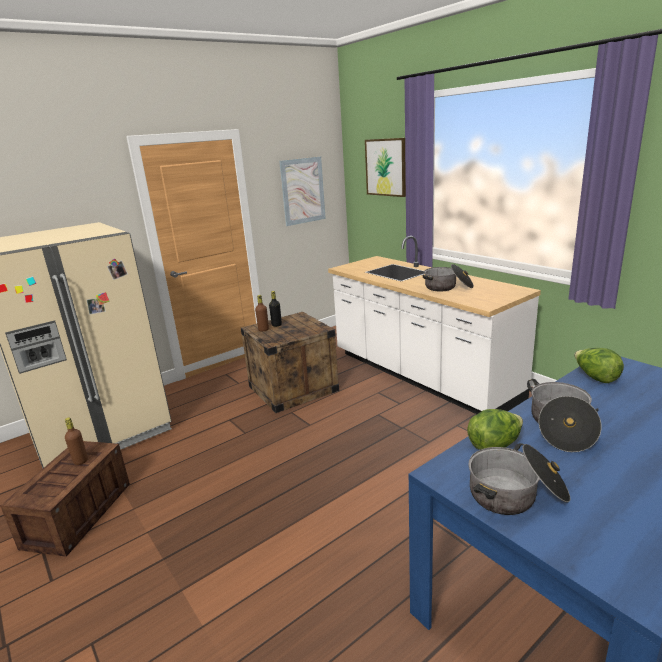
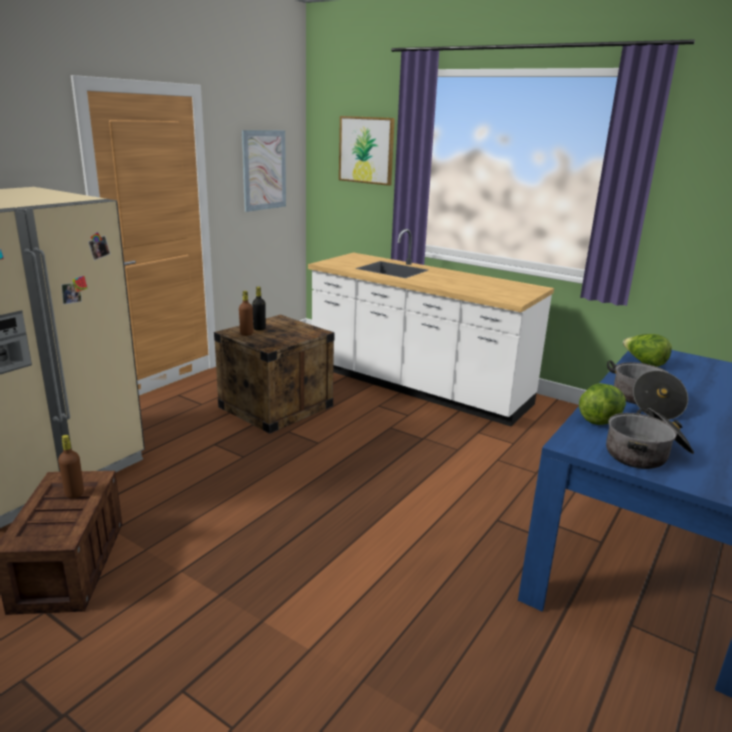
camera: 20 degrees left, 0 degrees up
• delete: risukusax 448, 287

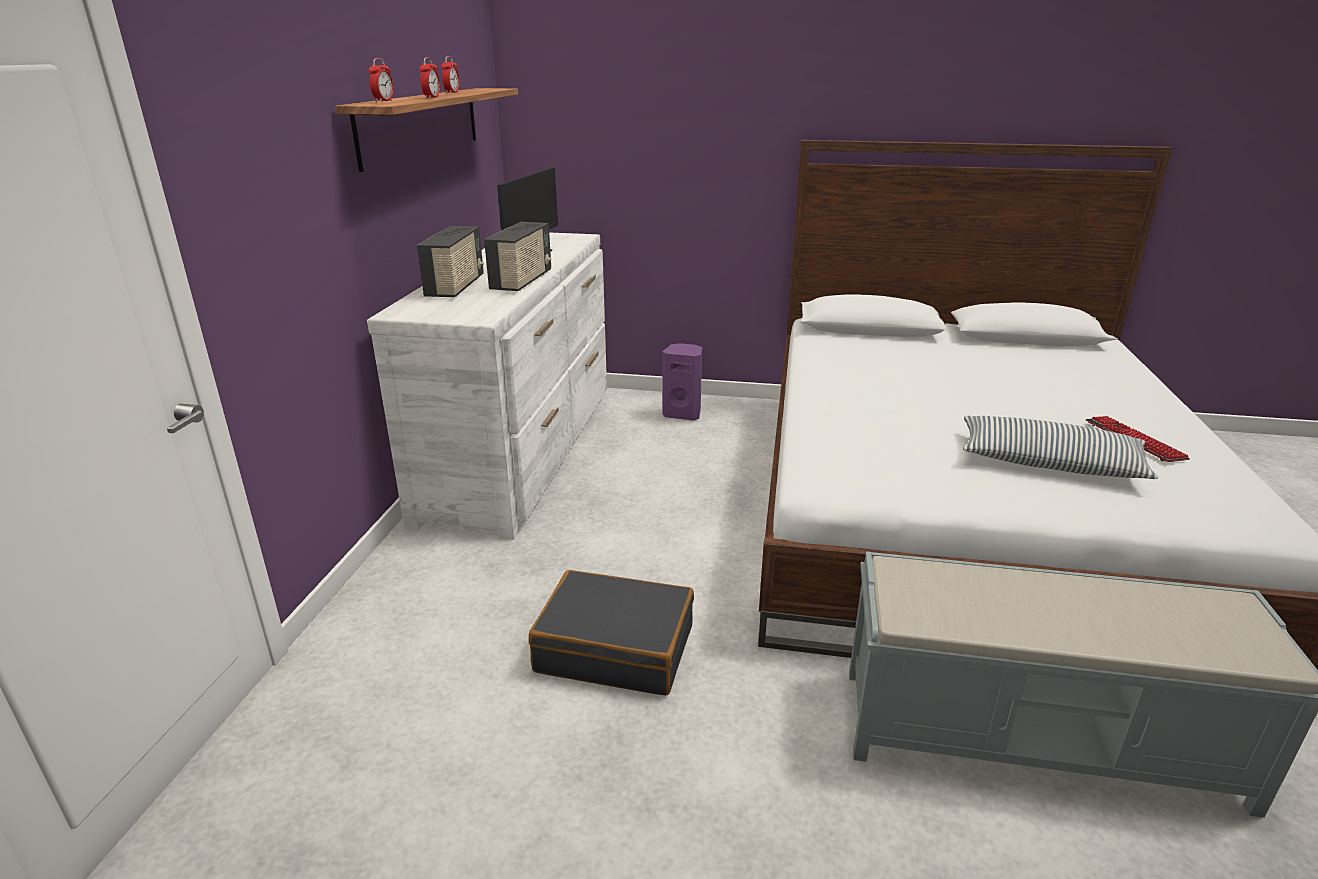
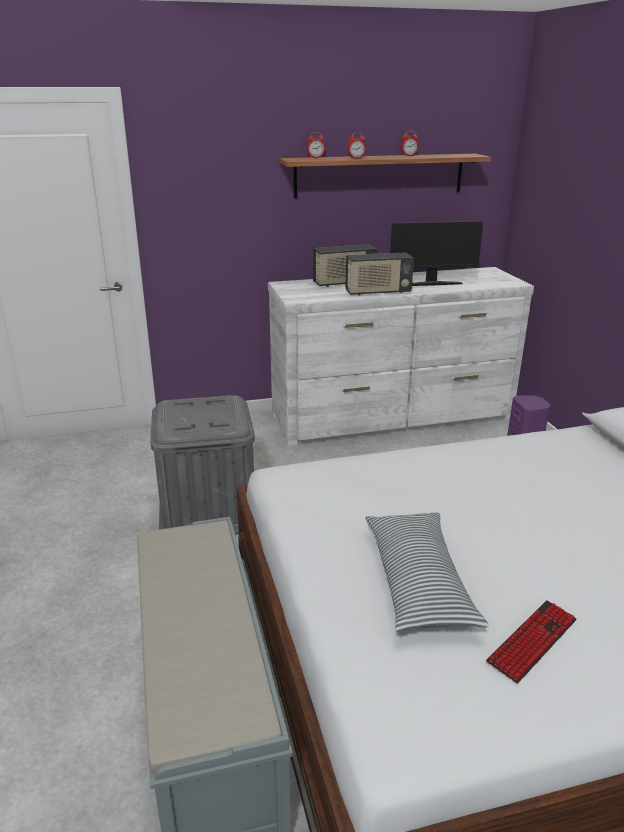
camera: 65 degrees right, 0 degrees up
• replace: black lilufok 615, 648 to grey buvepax 208, 509

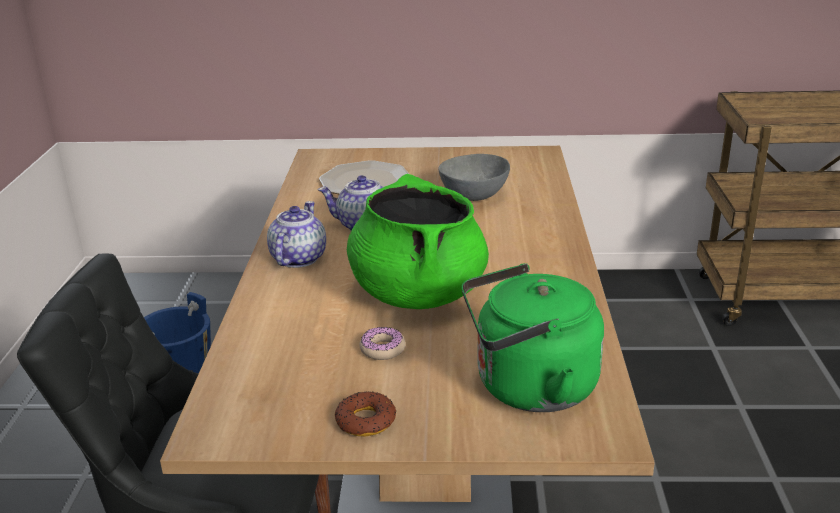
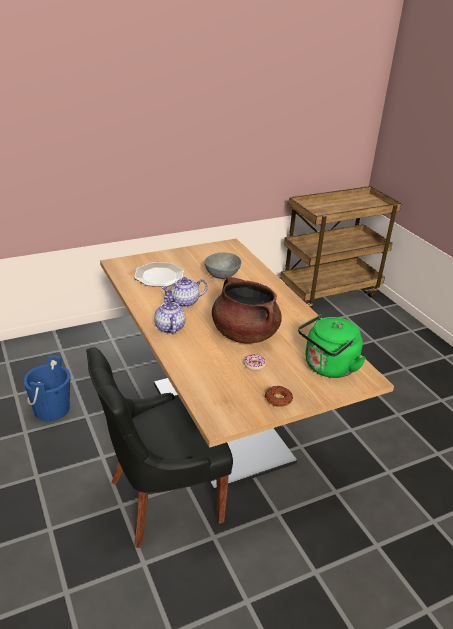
camera: 30 degrees left, 5 degrees up
• recolor: green risukusax 418, 293 to brown risukusax 244, 334

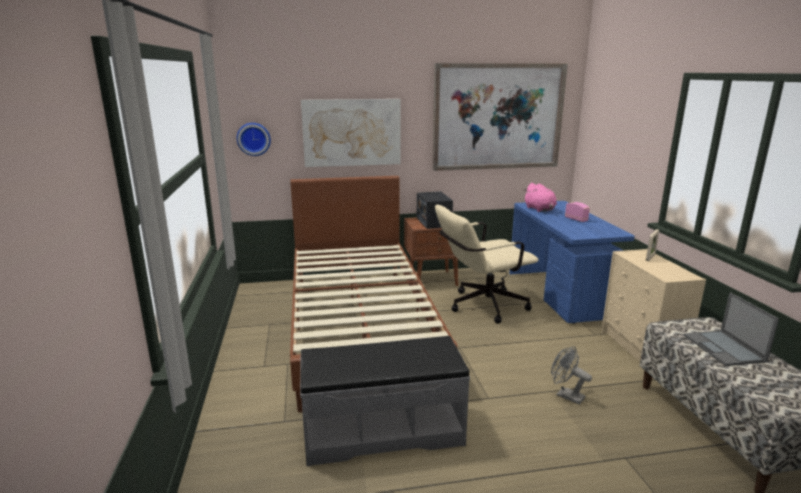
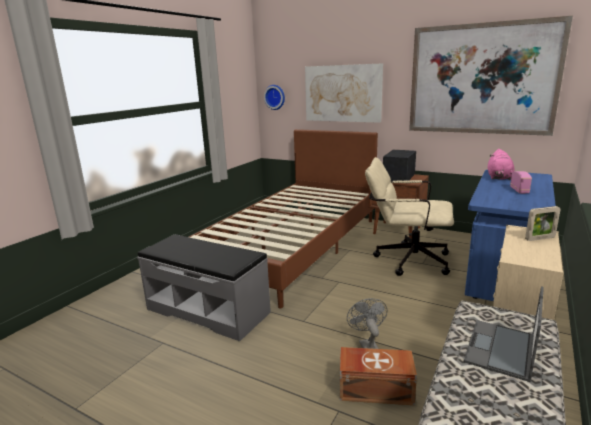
camera: 40 degrees right, 0 degrees up
• insert: brown buvepax 374, 388

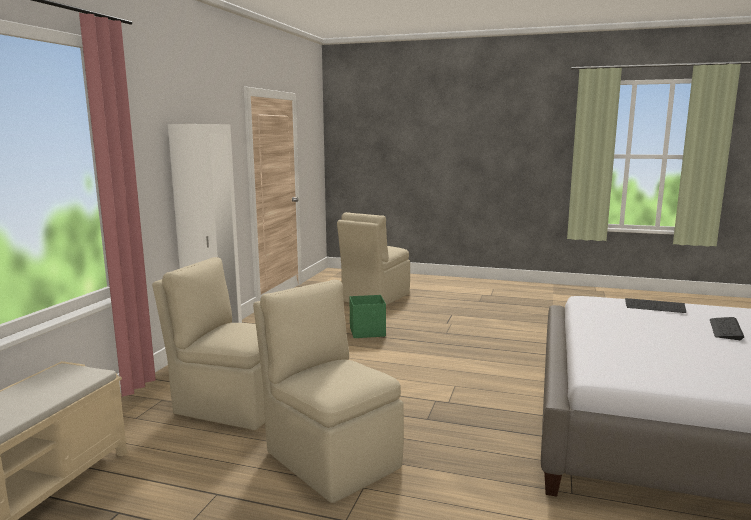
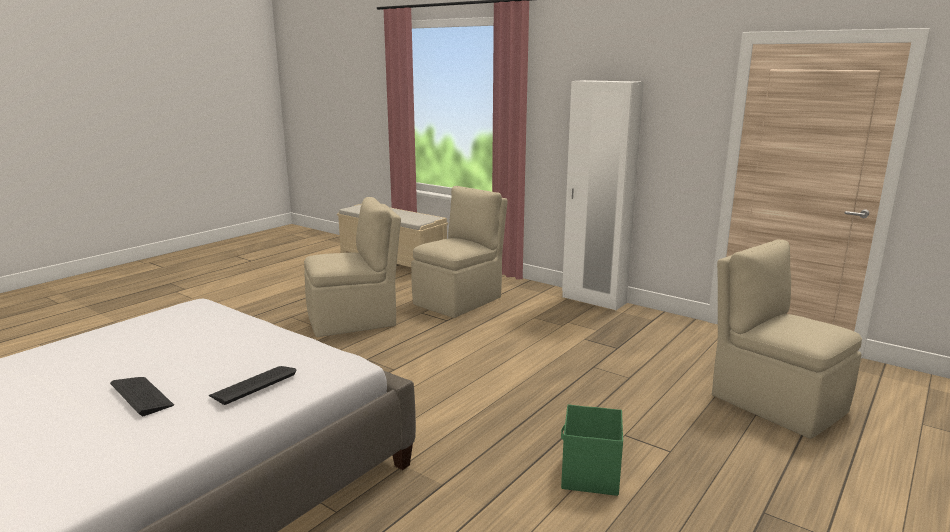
camera: 110 degrees right, 5 degrees up
• move: green buvepax 368, 332 to 589, 475

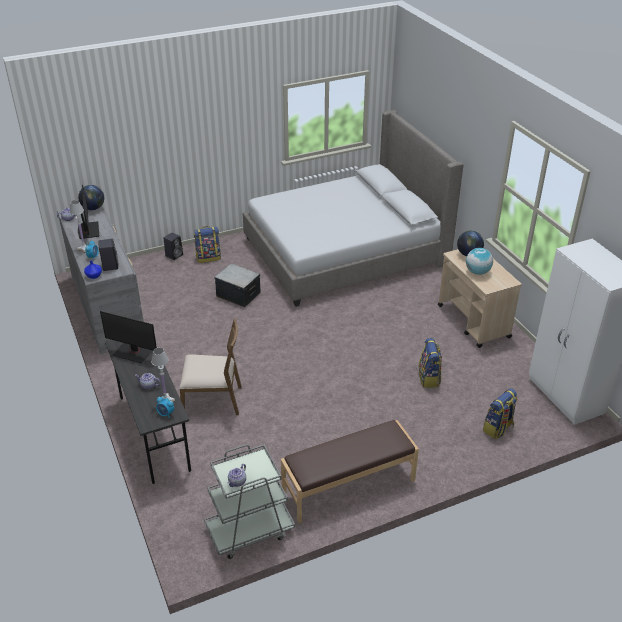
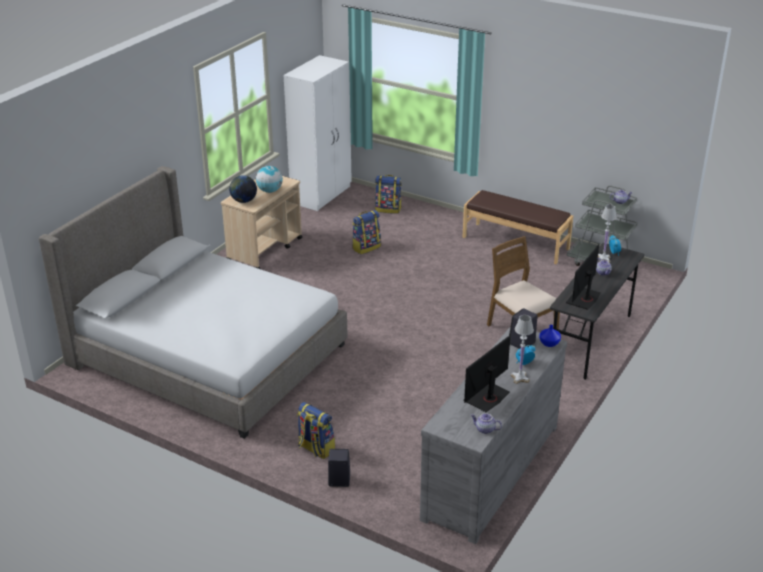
camera: 125 degrees left, 5 degrees down
• delete: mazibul 93, 208
• delete: buvepax 238, 294
• rotate: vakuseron 133, 352 = 584, 298 135 degrees counterclockwise

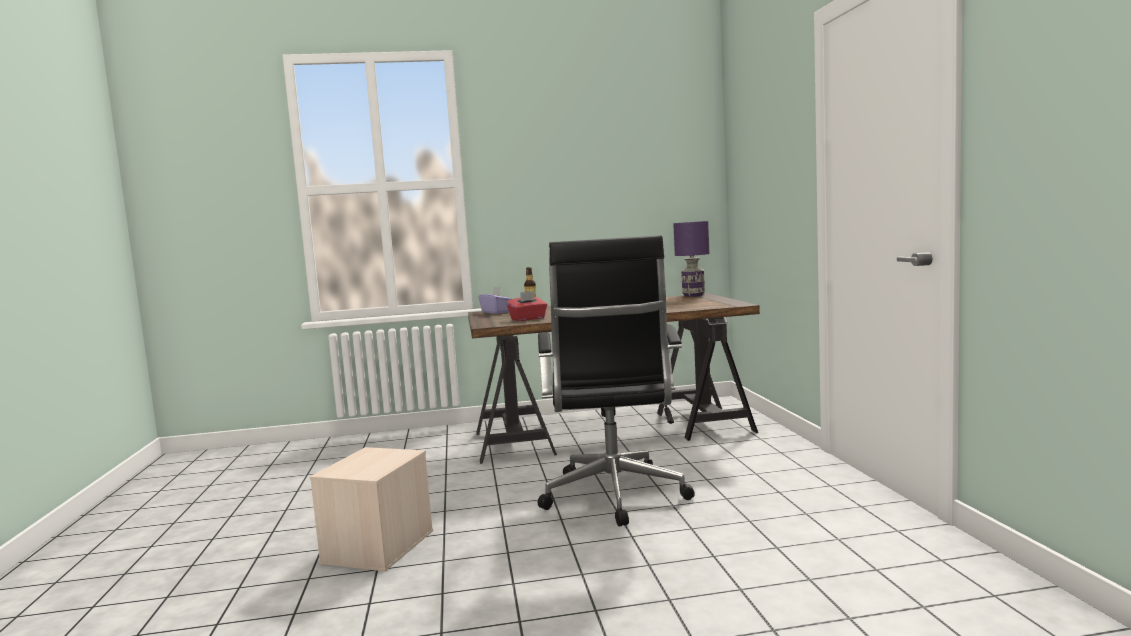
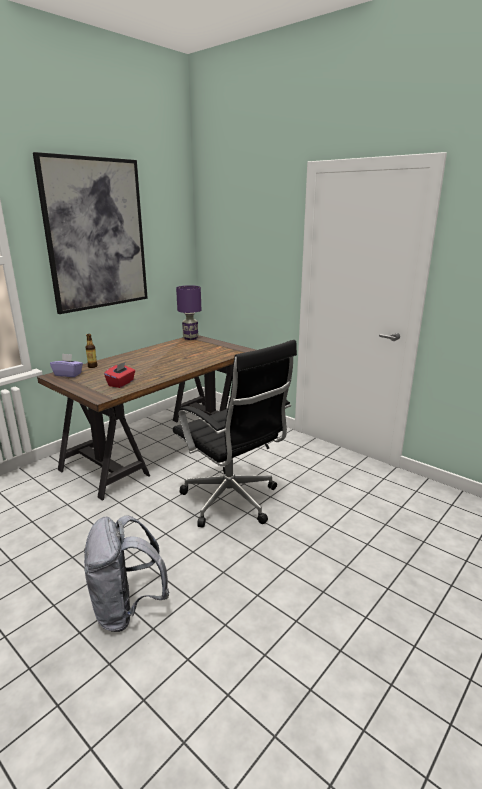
camera: 40 degrees left, 15 degrees up
• replace: beige buvepax 379, 547 to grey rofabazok 127, 608
• insert: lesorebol 96, 235

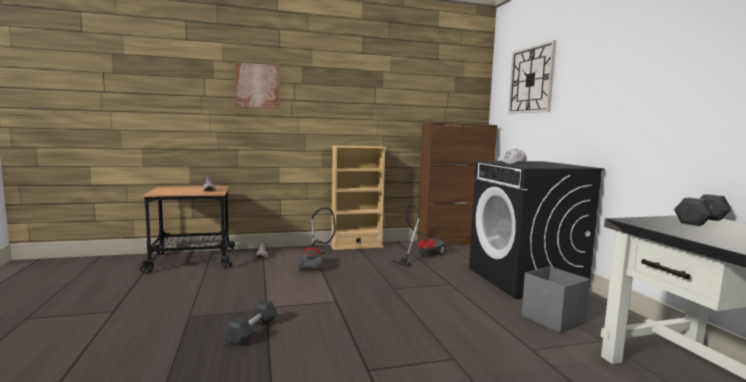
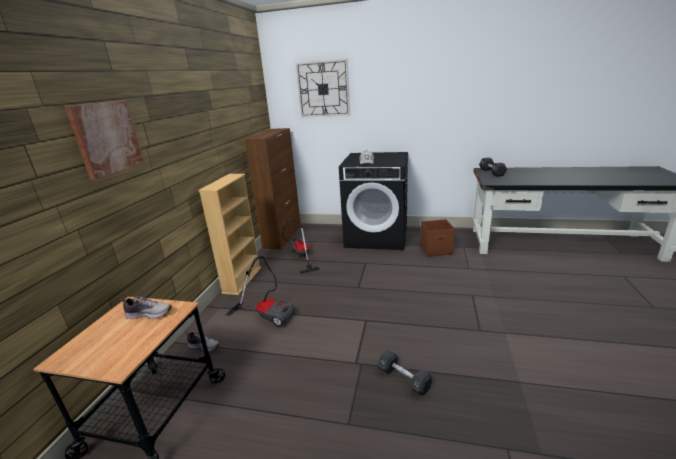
camera: 60 degrees left, 15 degrees up
• recolor: grey buvepax 553, 320 to brown buvepax 436, 250

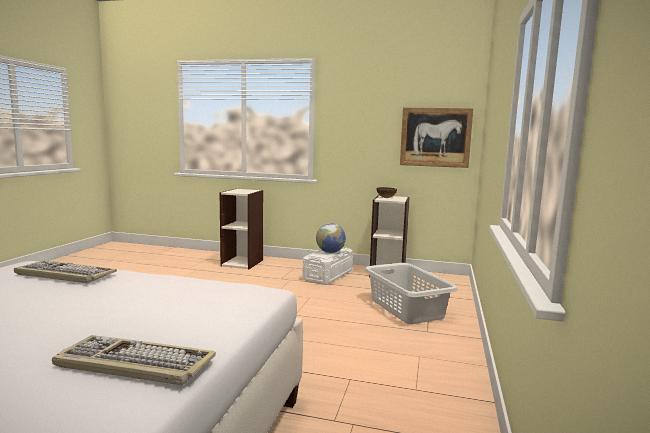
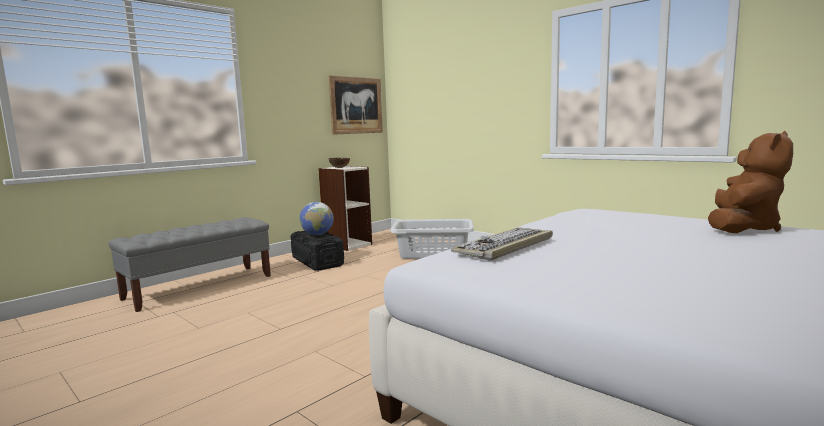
camera: 60 degrees left, 0 degrees up
• replace: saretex 242, 263 to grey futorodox 200, 287
• recolor: white buvepax 328, 275 to black buvepax 317, 261
• replace: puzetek 133, 364 to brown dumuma 742, 228

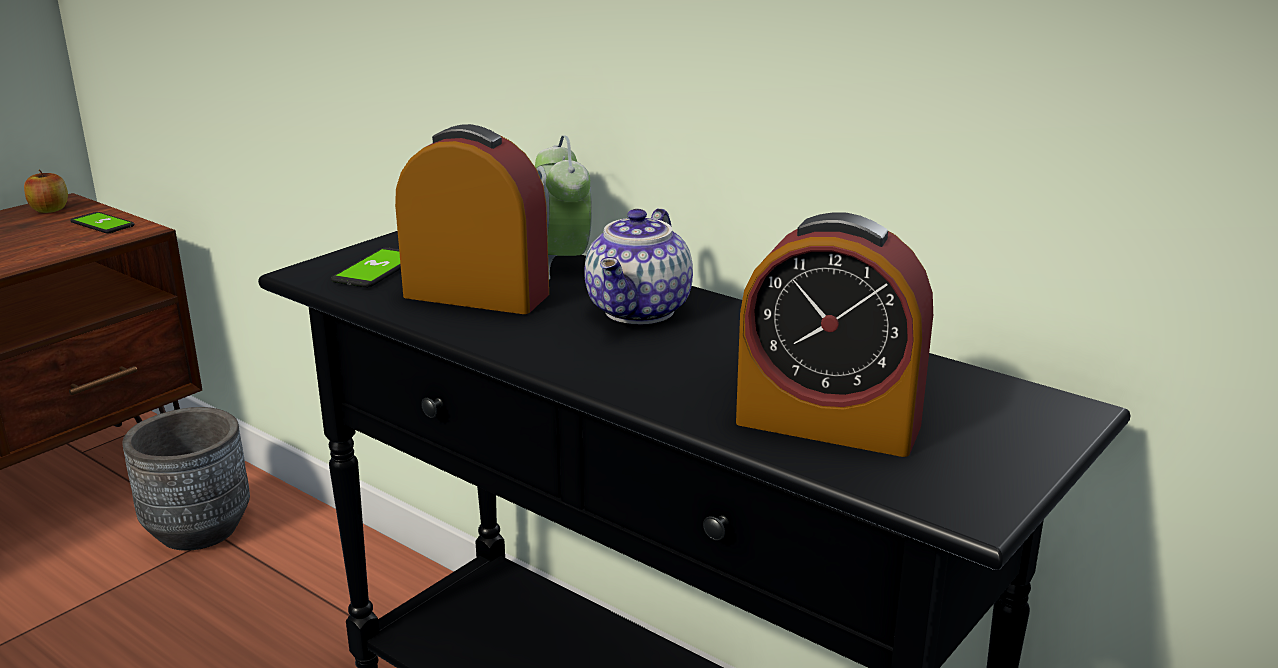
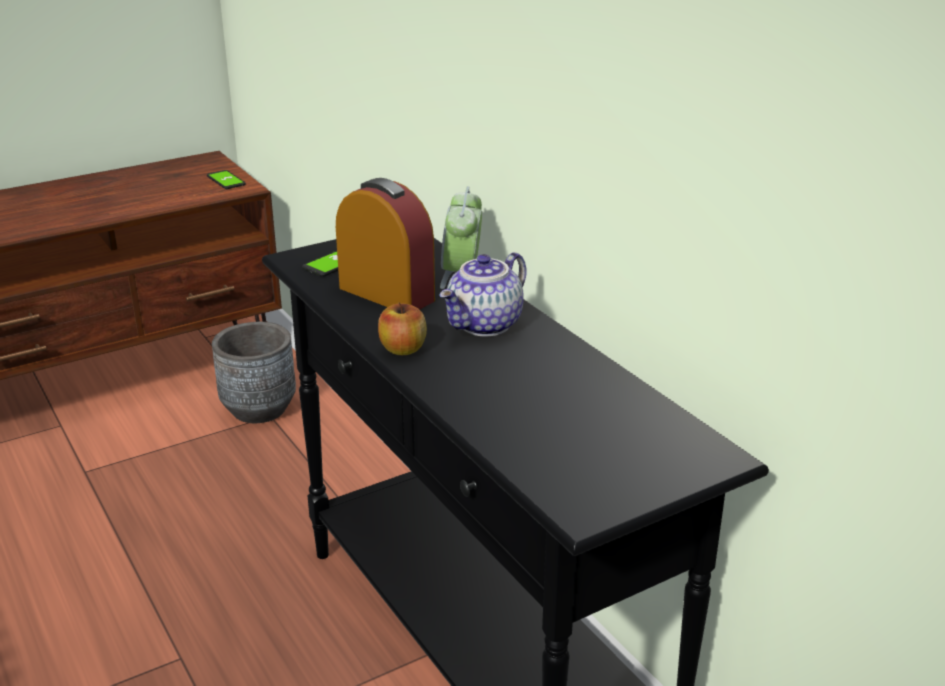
camera: 20 degrees right, 5 degrees up
• move: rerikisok 50, 210 to 403, 349
• delete: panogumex 828, 424

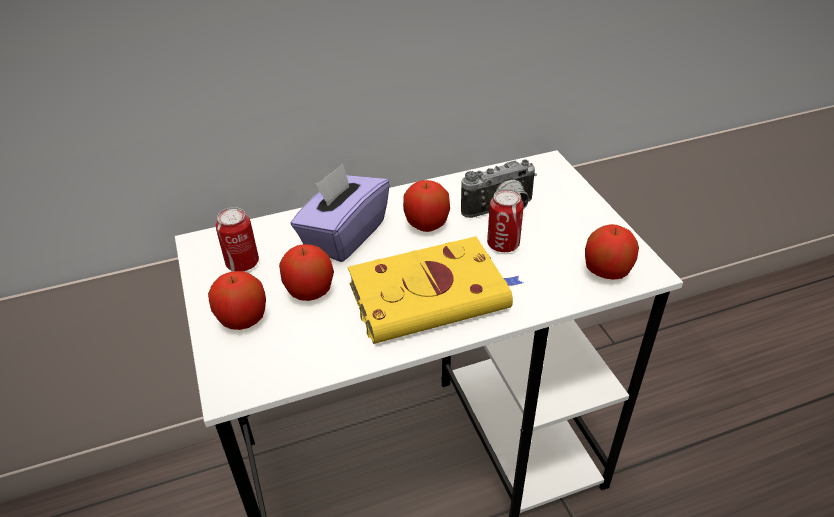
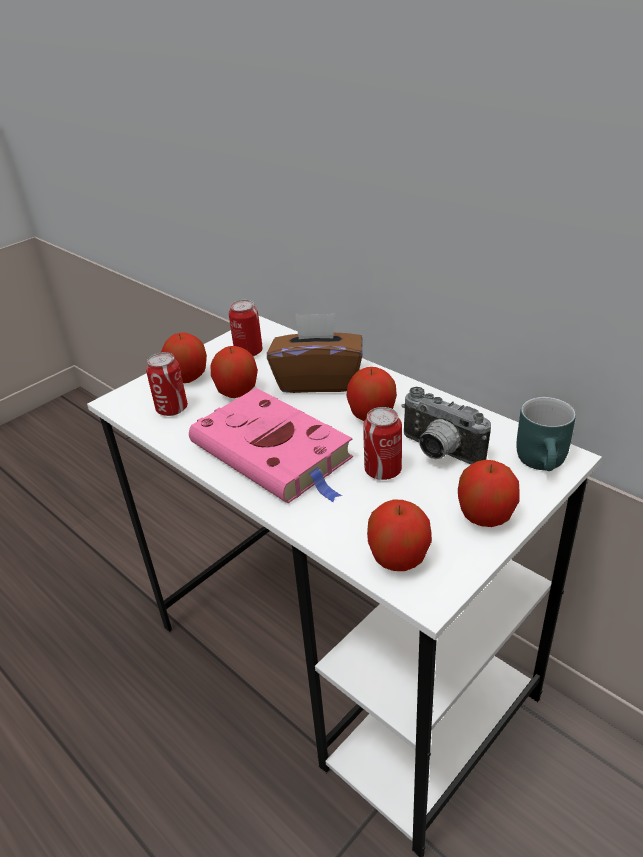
camera: 65 degrees right, 5 degrees down
• recolor: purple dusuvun 344, 235 to brown dusuvun 318, 380
• recolor: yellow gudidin 432, 295 to pink gudidin 275, 453
• insert: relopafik 172, 409
• insert: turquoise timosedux 545, 462
• insert: rerikisok 485, 516

